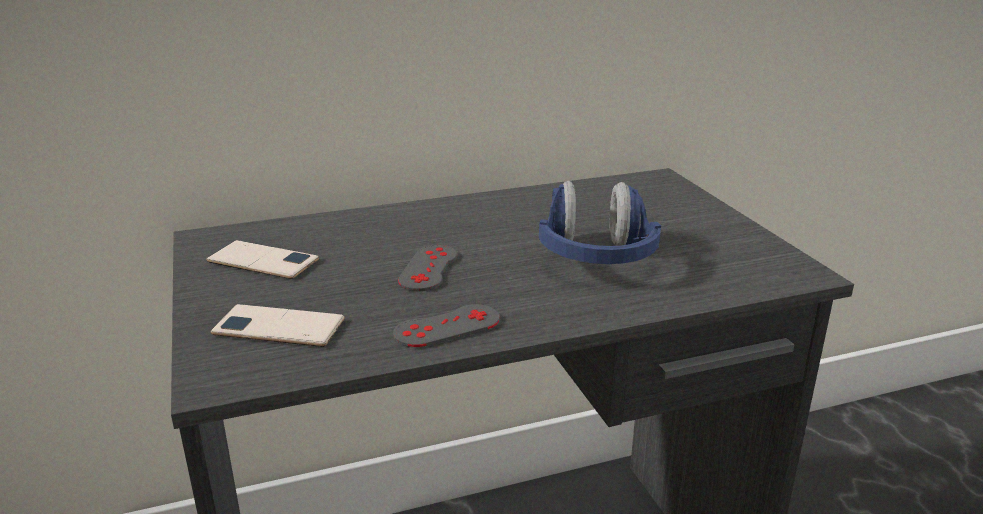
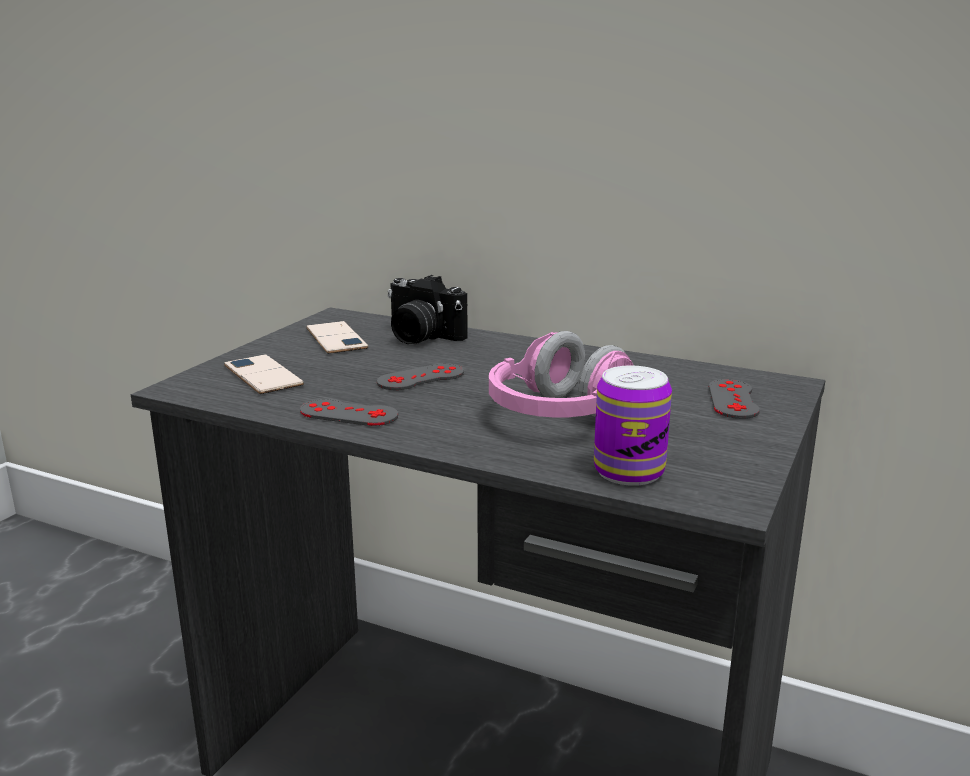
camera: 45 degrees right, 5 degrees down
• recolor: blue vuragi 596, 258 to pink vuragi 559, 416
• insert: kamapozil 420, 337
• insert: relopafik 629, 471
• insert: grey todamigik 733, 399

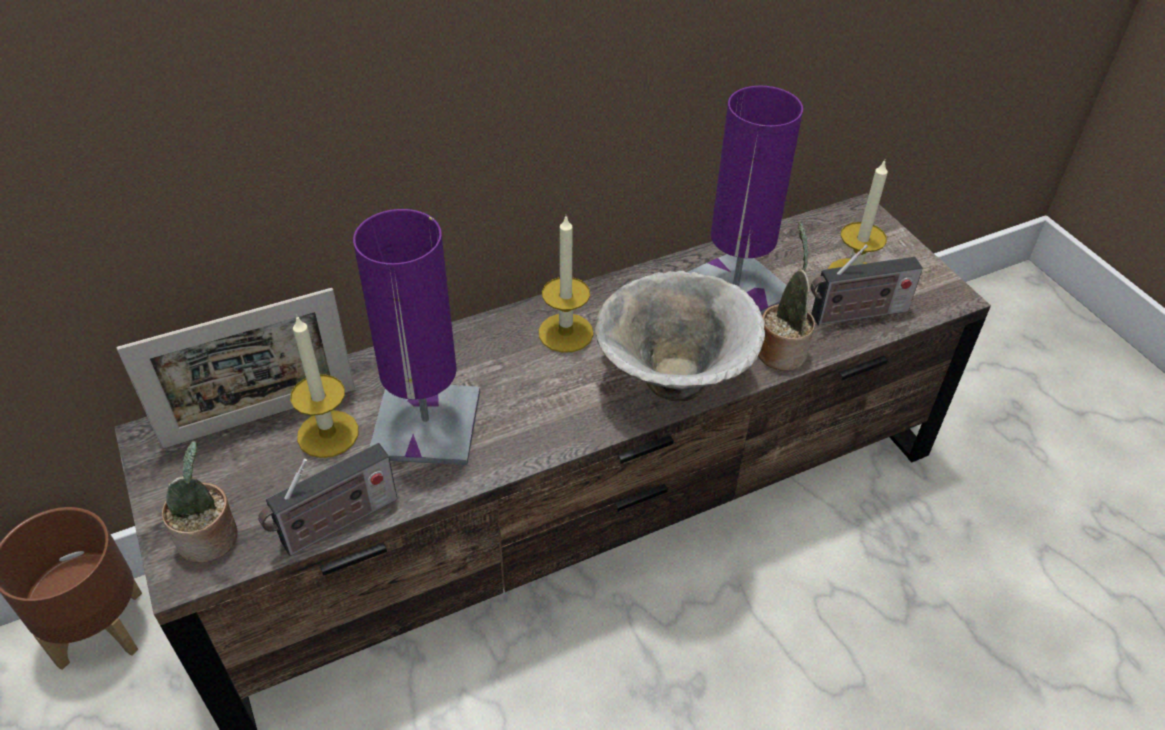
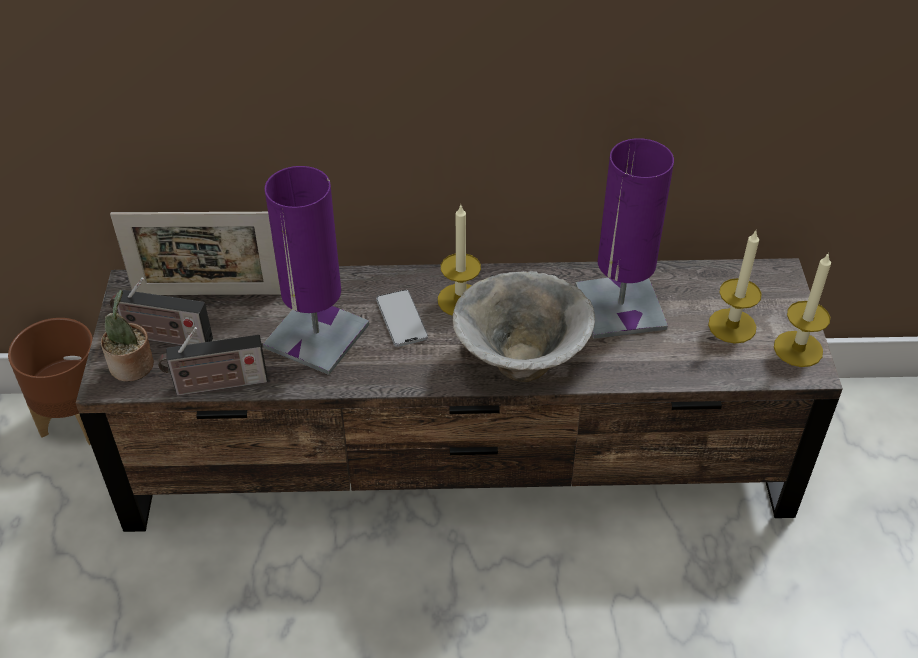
camera: 25 degrees right, 0 degrees up
• delete: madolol 781, 350
• move: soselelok 855, 314 to 164, 338
• move: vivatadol 328, 434 to 798, 349
• insert: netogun 401, 319

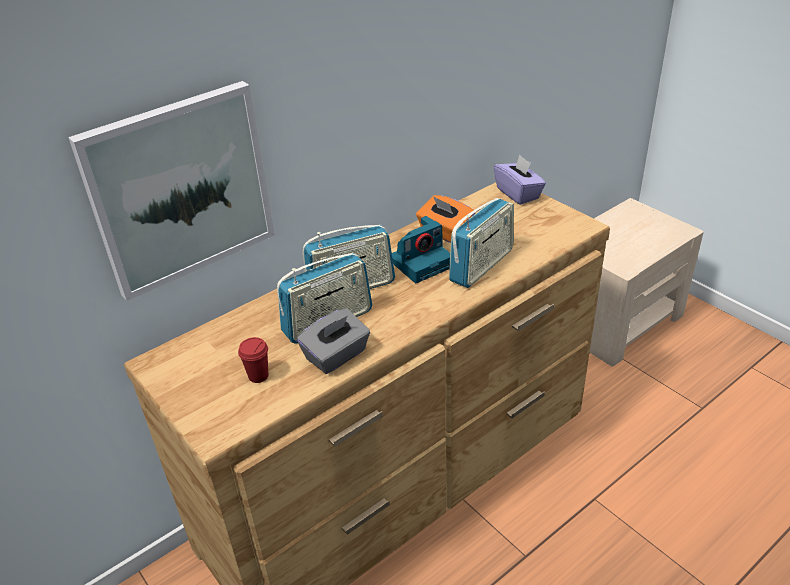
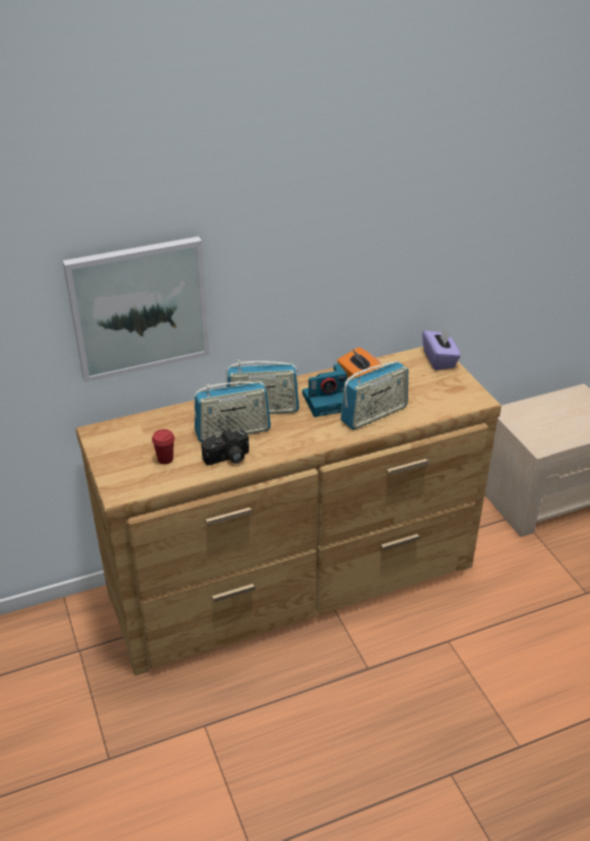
camera: 15 degrees right, 0 degrees up
• replace: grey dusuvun 336, 356 to kamapozil 227, 458

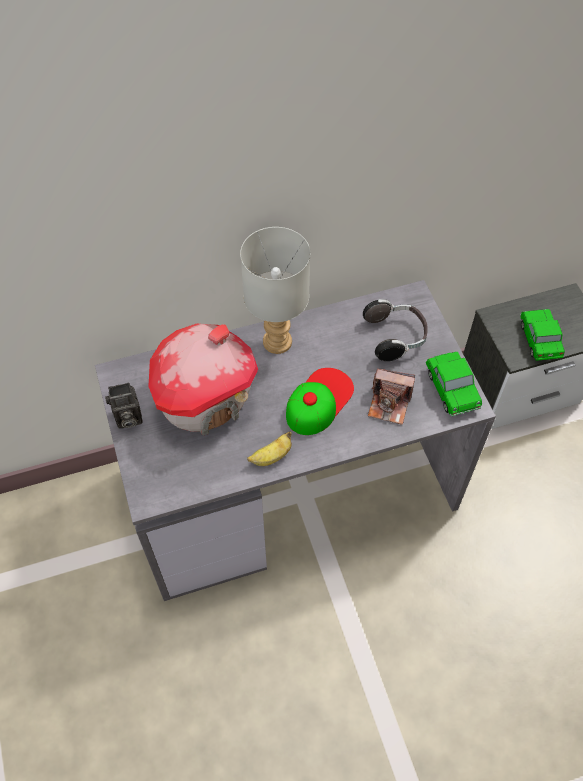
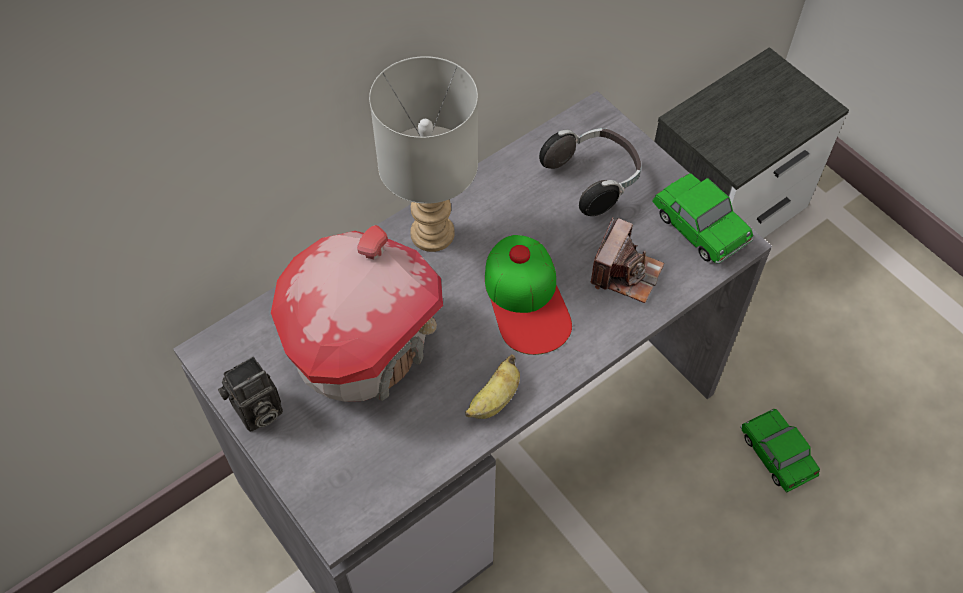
camera: 20 degrees left, 0 degrees up
• move: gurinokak 539, 340 to 776, 455
• rotate: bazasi 318, 401 = 526, 299 150 degrees clockwise
• rotate: kamapozil 389, 404 = 625, 273 60 degrees counterclockwise

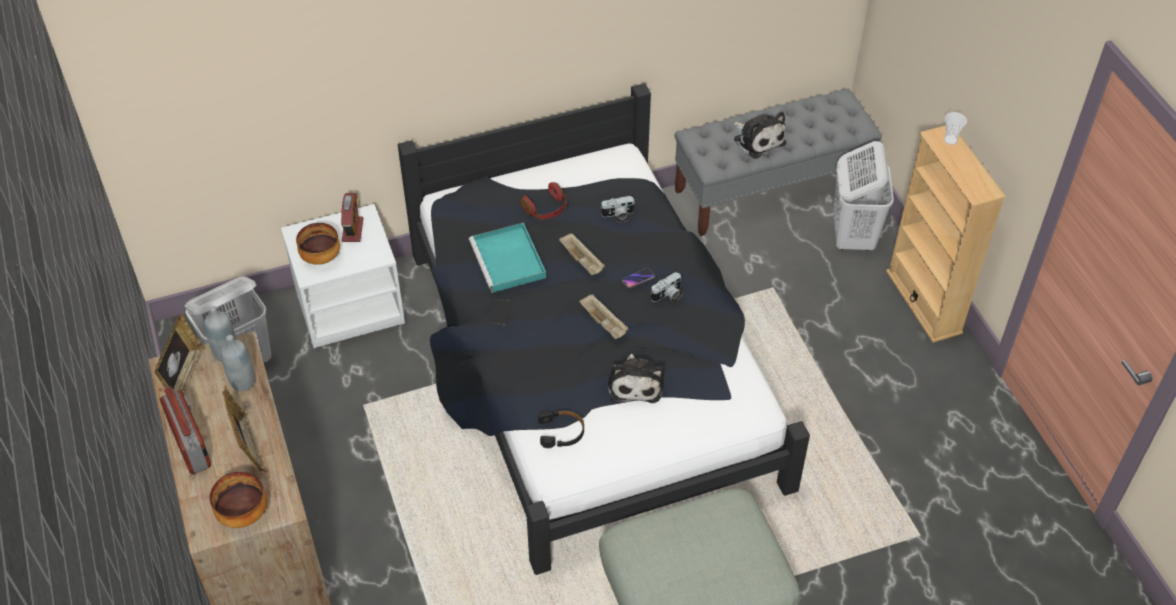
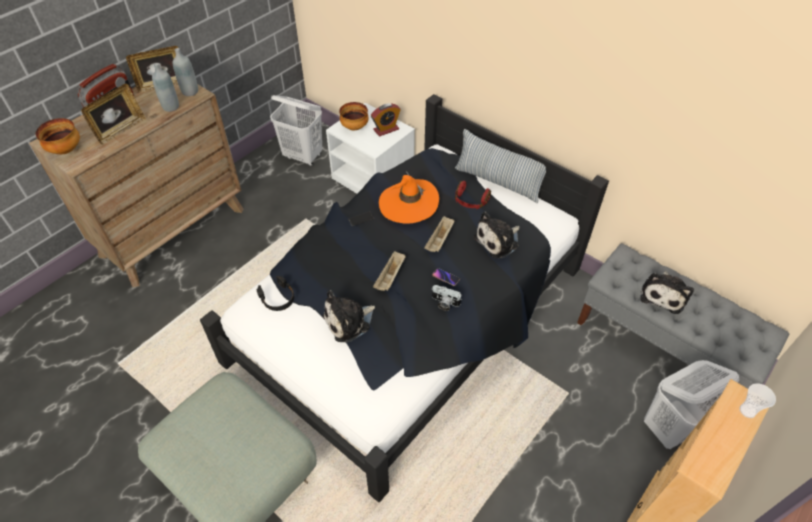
camera: 60 degrees right, 0 degrees up
• replace: kamapozil 618, 216 to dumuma 498, 241
• replace: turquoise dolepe 509, 261 to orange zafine 408, 203
• insert: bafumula 498, 182

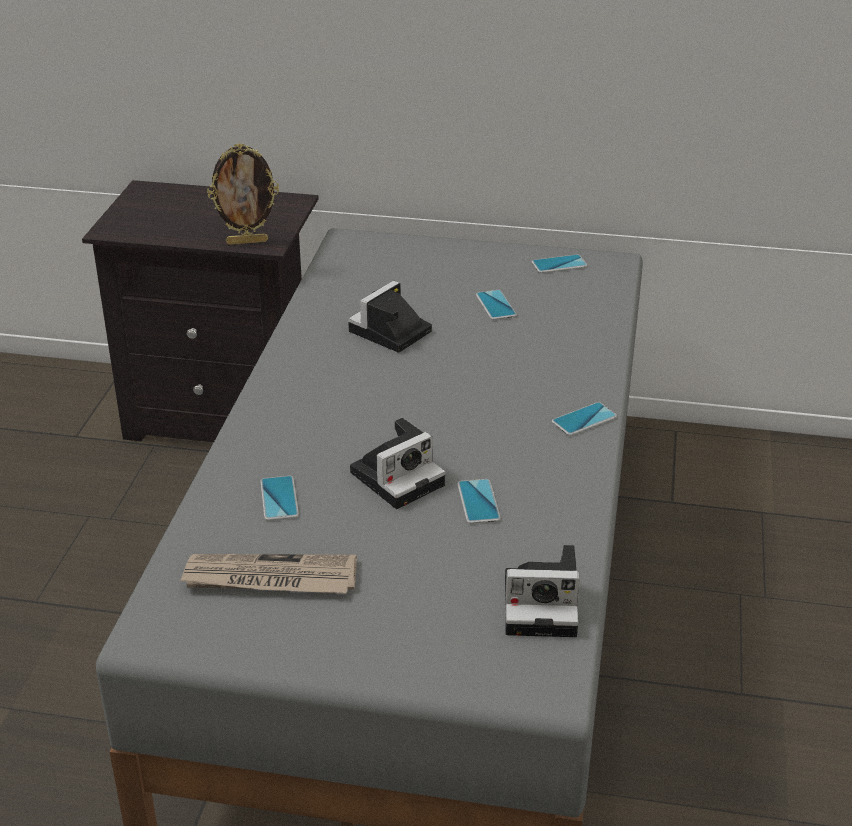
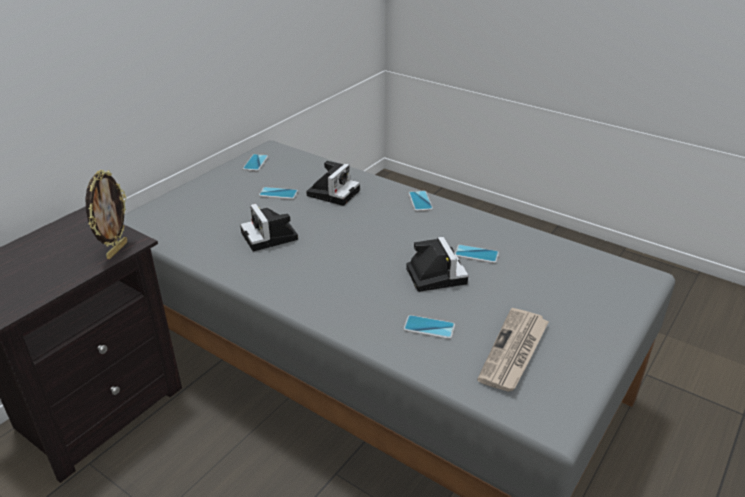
camera: 65 degrees left, 0 degrees up
• move: kamapozil 544, 605 to 333, 192

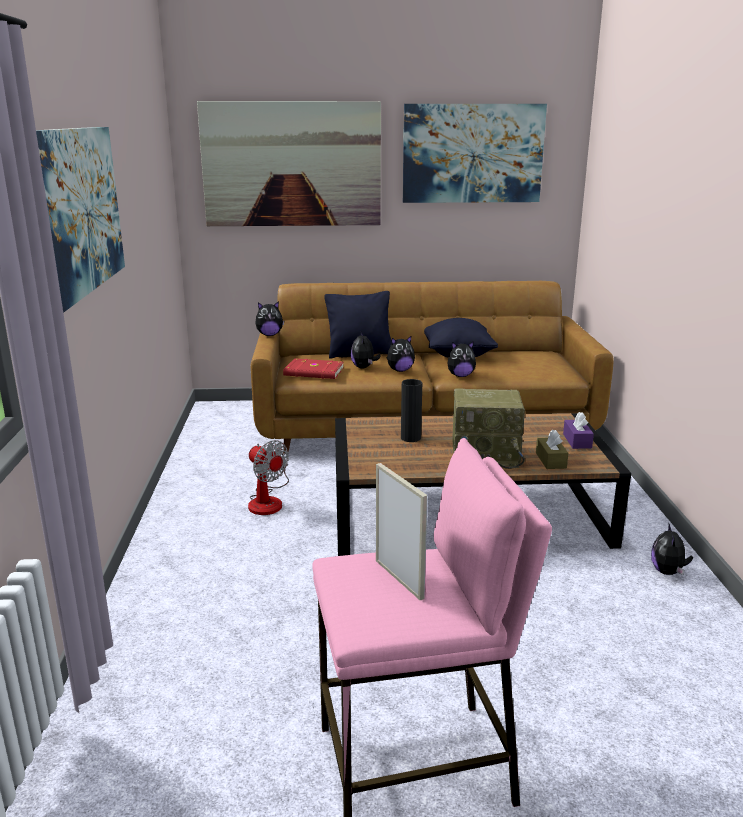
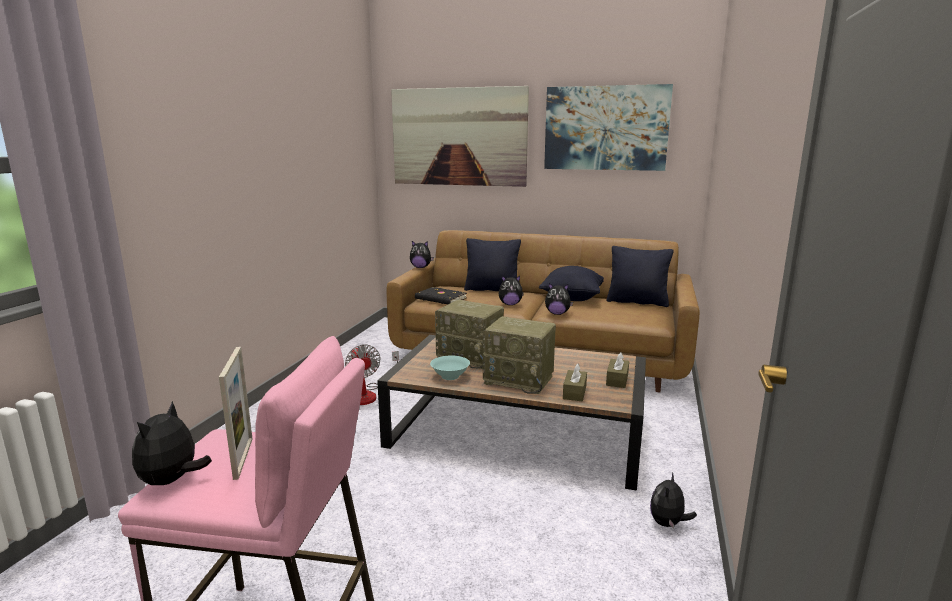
camera: 20 degrees right, 5 degrees down
• delete: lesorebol 77, 211
• move: dumuma 364, 367 to 172, 481
• recolor: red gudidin 314, 372 to black gudidin 440, 298
• replace: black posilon 410, 438 to soselelok 471, 357
• recolor: purple dusuvun 577, 441 to brown dusuvun 617, 380
• insert: black bafumula 637, 302
• insert: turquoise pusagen 450, 376

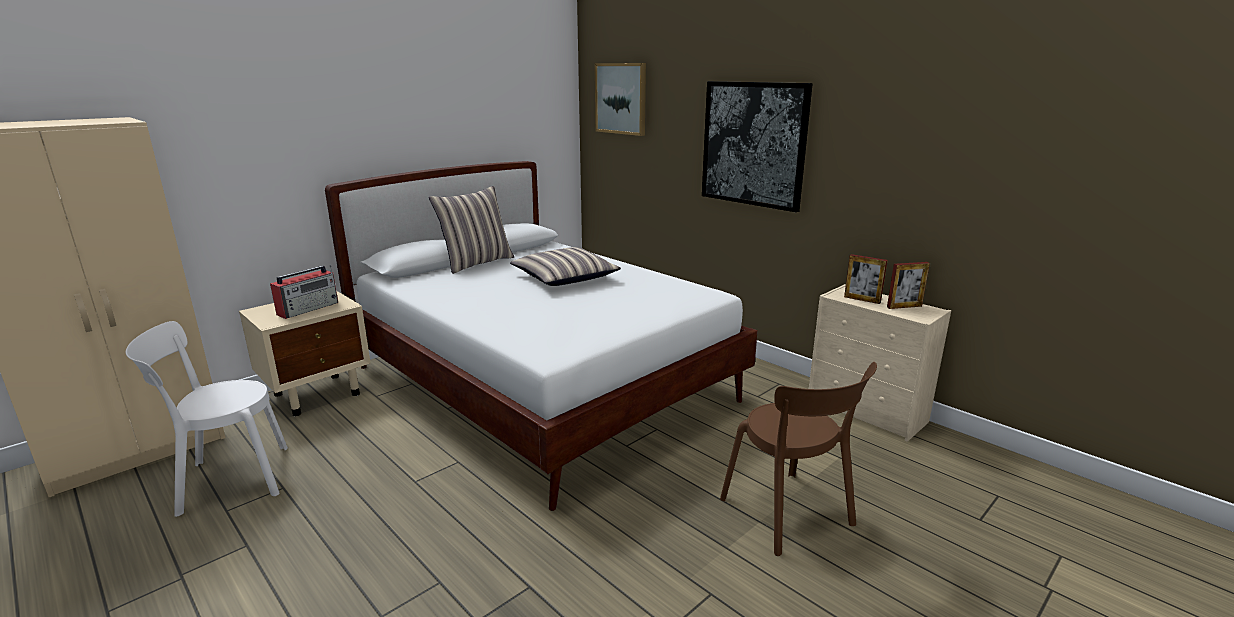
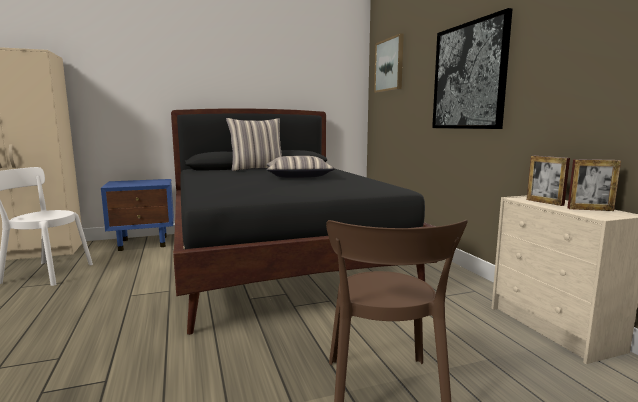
camera: 25 degrees right, 10 degrees down
• recolor: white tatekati 542, 383 to black tatekati 279, 259
• delete: soselelok 309, 308
• recolor: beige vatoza 318, 394 to blue vatoza 144, 243

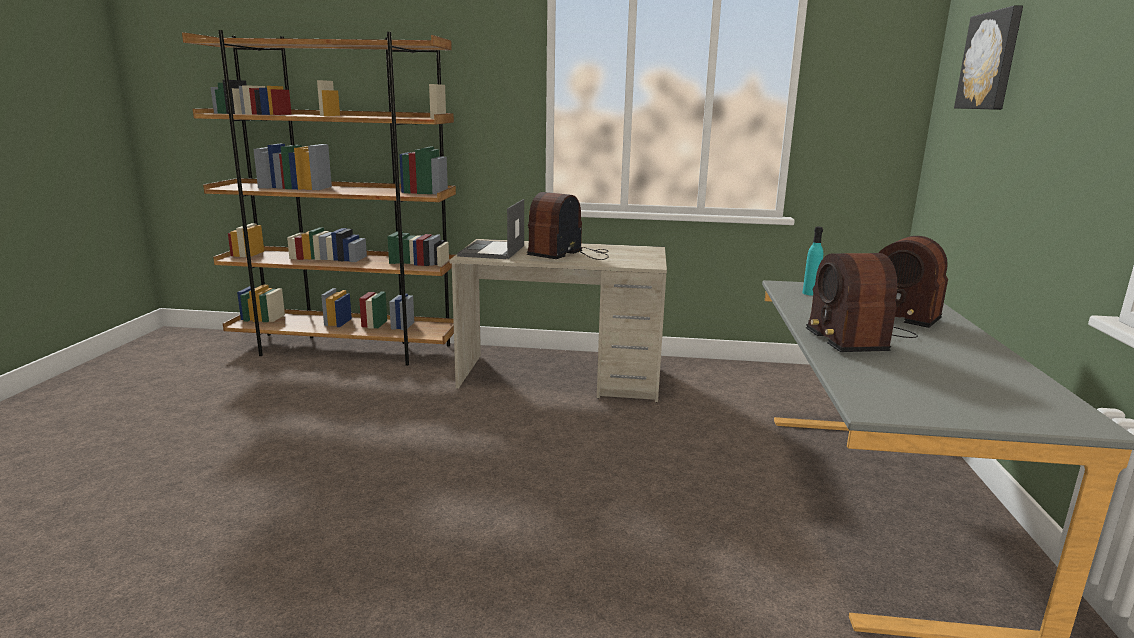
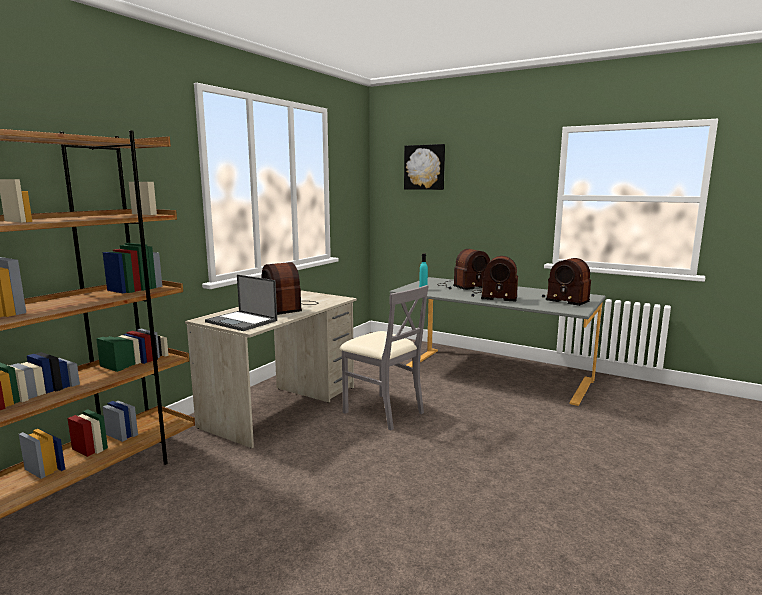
camera: 65 degrees left, 5 degrees down
• insert: soselelok 565, 299
• insert: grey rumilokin 383, 411

